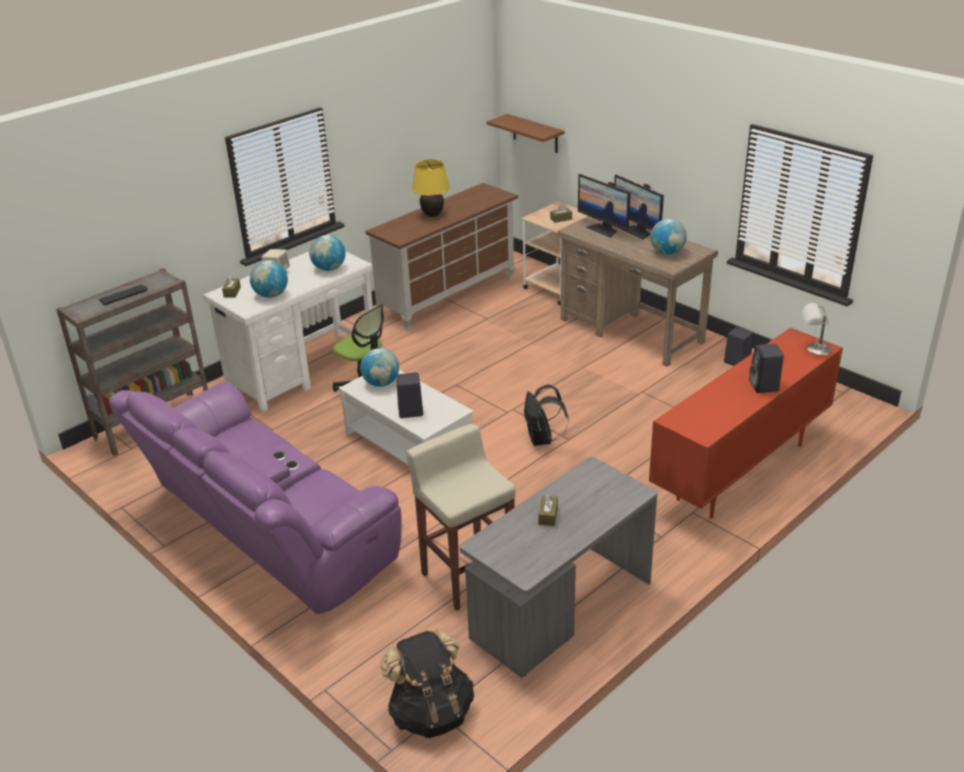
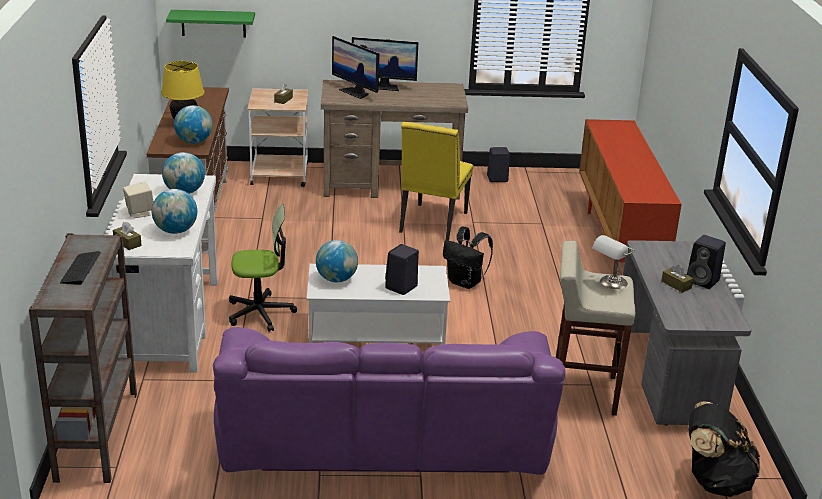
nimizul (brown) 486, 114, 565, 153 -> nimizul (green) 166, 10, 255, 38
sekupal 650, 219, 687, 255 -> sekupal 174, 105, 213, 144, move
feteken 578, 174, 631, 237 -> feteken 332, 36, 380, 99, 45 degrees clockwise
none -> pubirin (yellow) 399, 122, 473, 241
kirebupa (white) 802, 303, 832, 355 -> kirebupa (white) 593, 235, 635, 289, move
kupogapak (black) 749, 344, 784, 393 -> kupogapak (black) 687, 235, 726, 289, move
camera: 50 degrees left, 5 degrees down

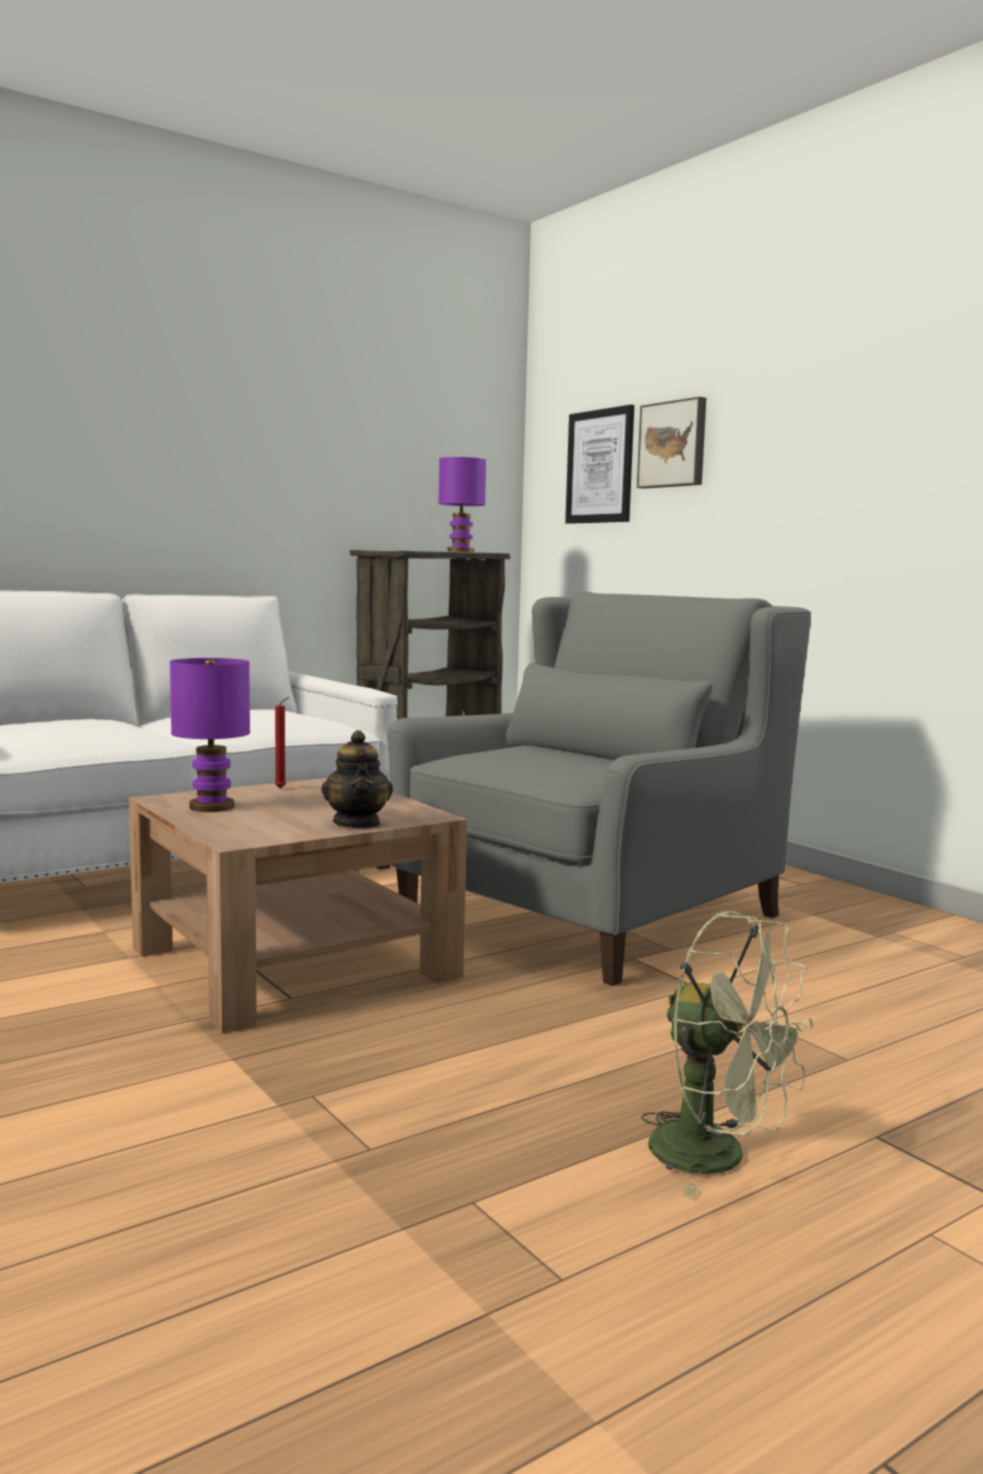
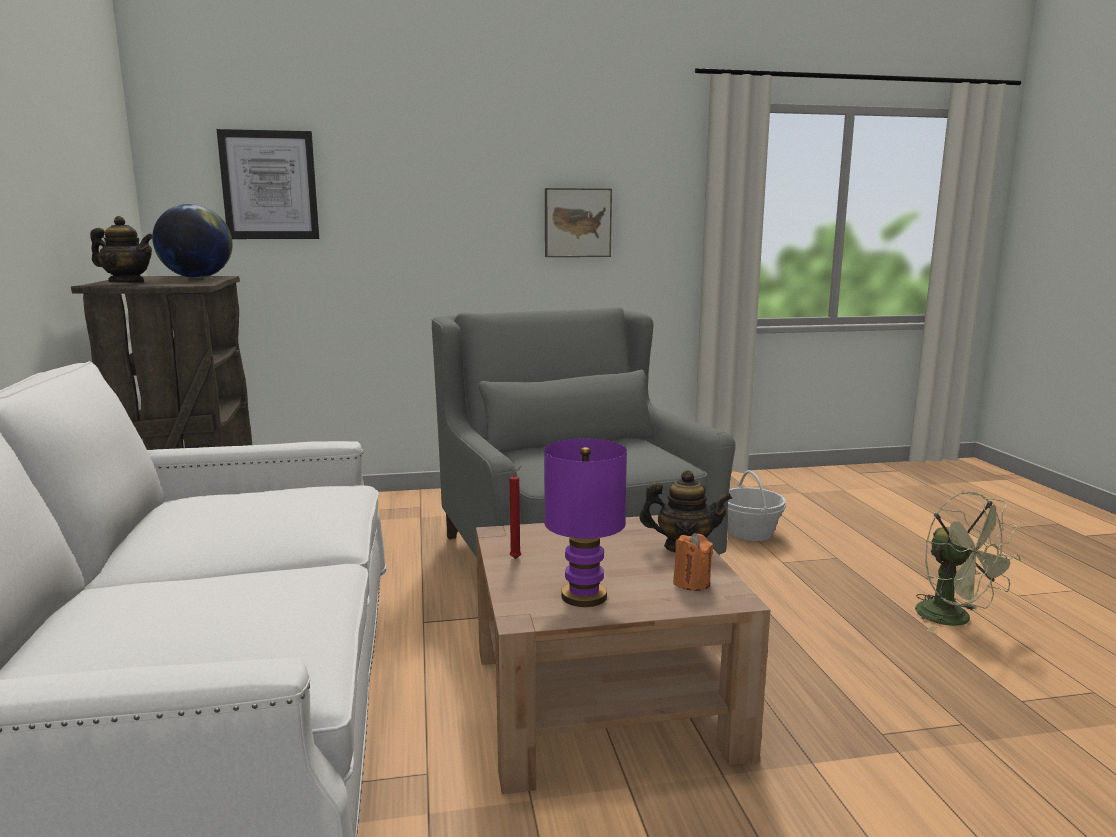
none -> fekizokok 90, 216, 154, 283
kirebupa (purple) 438, 457, 486, 552 -> sekupal 152, 204, 233, 278
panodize 637, 397, 706, 489 -> panodize 545, 188, 612, 257, move
none -> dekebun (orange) 673, 533, 713, 591
none -> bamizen 728, 470, 786, 541
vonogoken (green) 641, 911, 813, 1198 -> vonogoken (green) 915, 491, 1021, 633, 90 degrees clockwise
camera: 65 degrees left, 5 degrees up

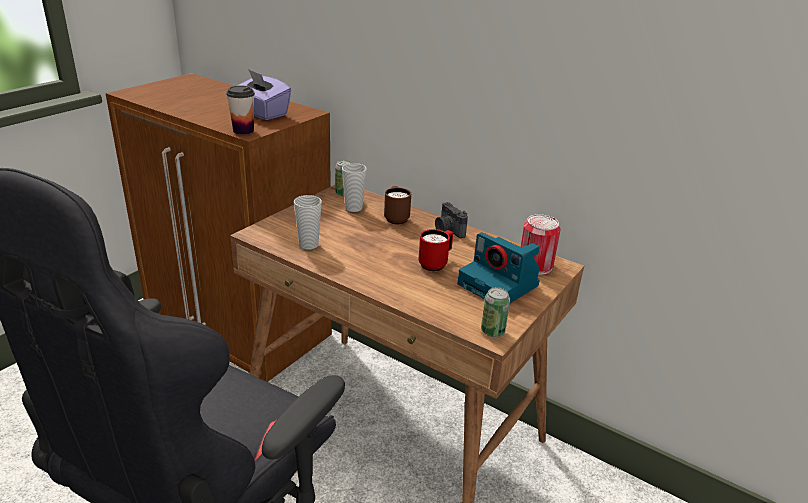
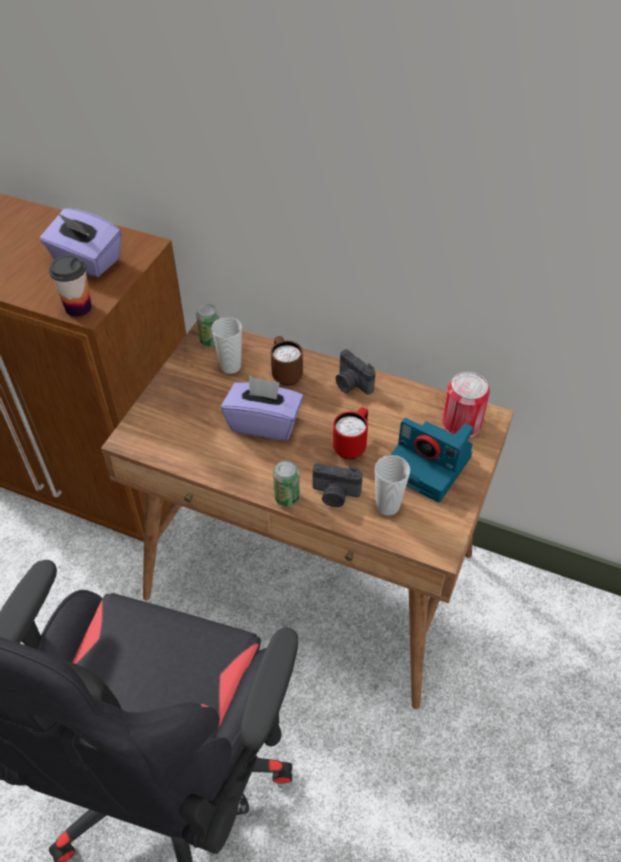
none -> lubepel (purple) 221, 376, 303, 441
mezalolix 481, 287, 510, 337 -> mezalolix 273, 460, 300, 507, move
none -> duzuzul 313, 463, 363, 507
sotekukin 294, 195, 322, 250 -> sotekukin 375, 455, 410, 516, move
camera: 10 degrees left, 20 degrees up

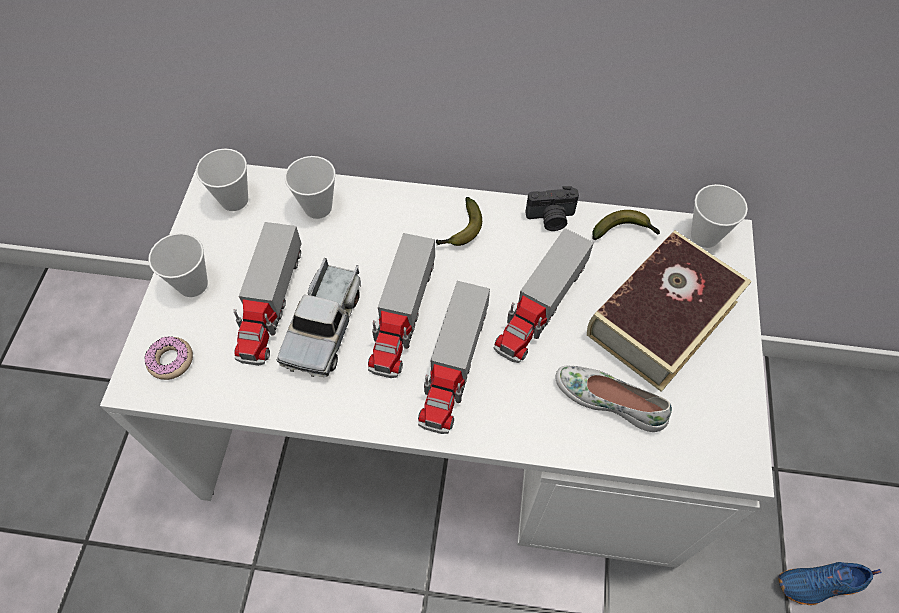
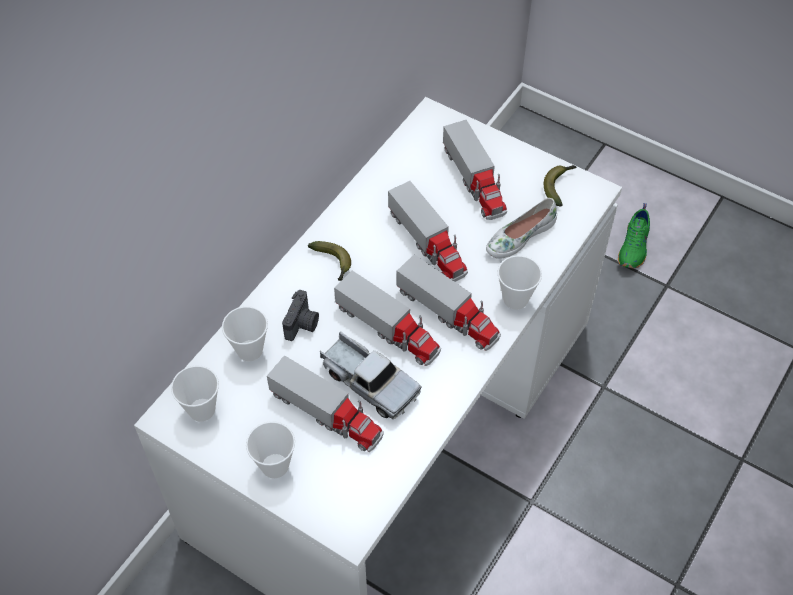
duzuzul 525, 186, 579, 231 -> duzuzul 282, 290, 319, 341, move
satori 587, 230, 752, 392 -> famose 443, 120, 507, 220
sotekukin 691, 184, 748, 248 -> sotekukin 498, 255, 542, 310, move
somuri 592, 210, 660, 240 -> somuri 544, 165, 576, 207, move
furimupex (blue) 778, 562, 882, 605 -> furimupex (green) 618, 203, 650, 268
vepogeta 144, 336, 193, 380 -> none
camera: 65 degrees left, 5 degrees down

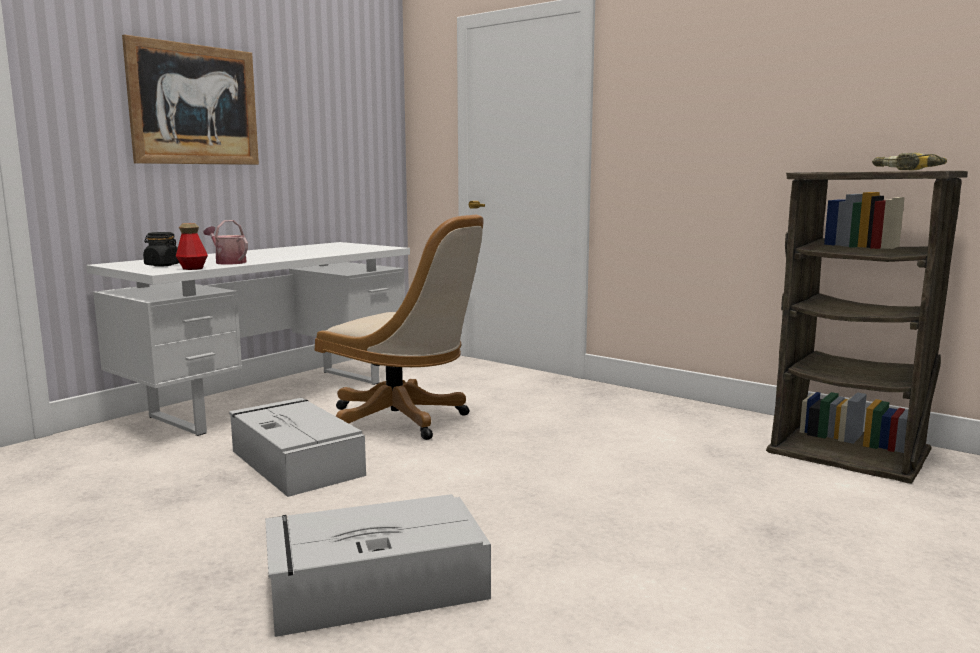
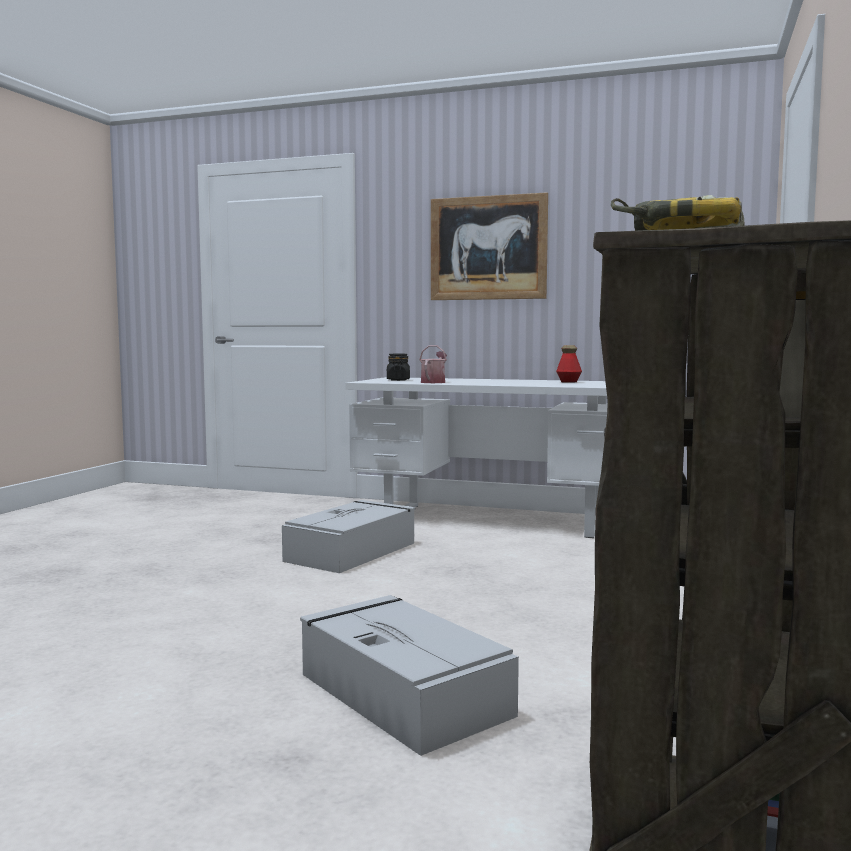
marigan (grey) 265, 494, 491, 637 -> marigan (grey) 300, 595, 519, 756, move
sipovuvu 176, 223, 208, 270 -> sipovuvu 556, 345, 582, 383, move
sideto 315, 215, 484, 440 -> none
camera: 70 degrees right, 5 degrees down

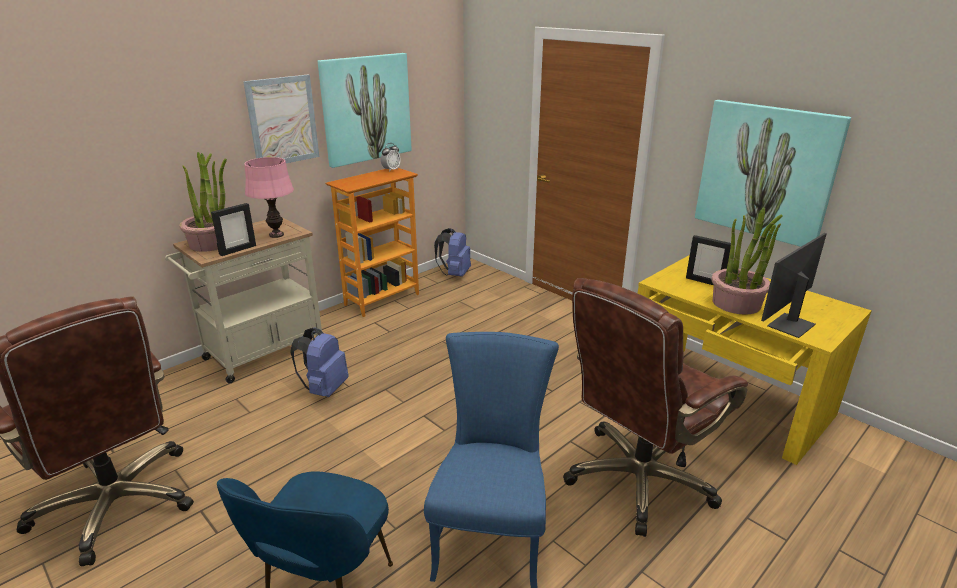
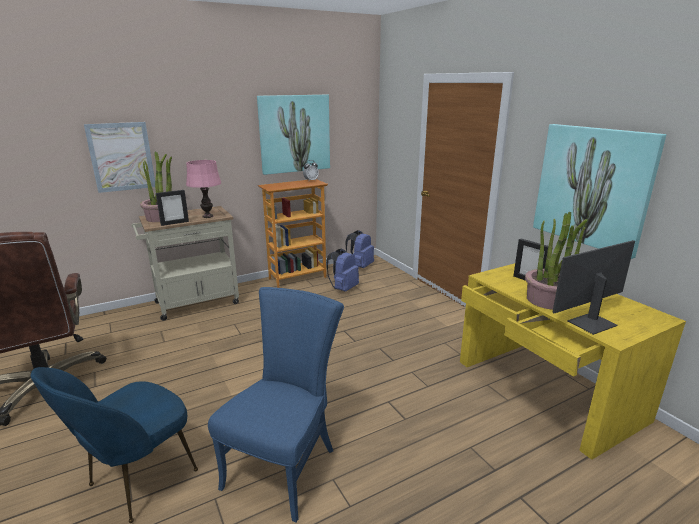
panodize 243, 75, 319, 163 -> panodize 84, 122, 155, 193, move
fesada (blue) 290, 328, 349, 397 -> fesada (blue) 326, 249, 359, 292, move
sideto (brown) 563, 278, 748, 537 -> none
camera: 15 degrees right, 5 degrees down

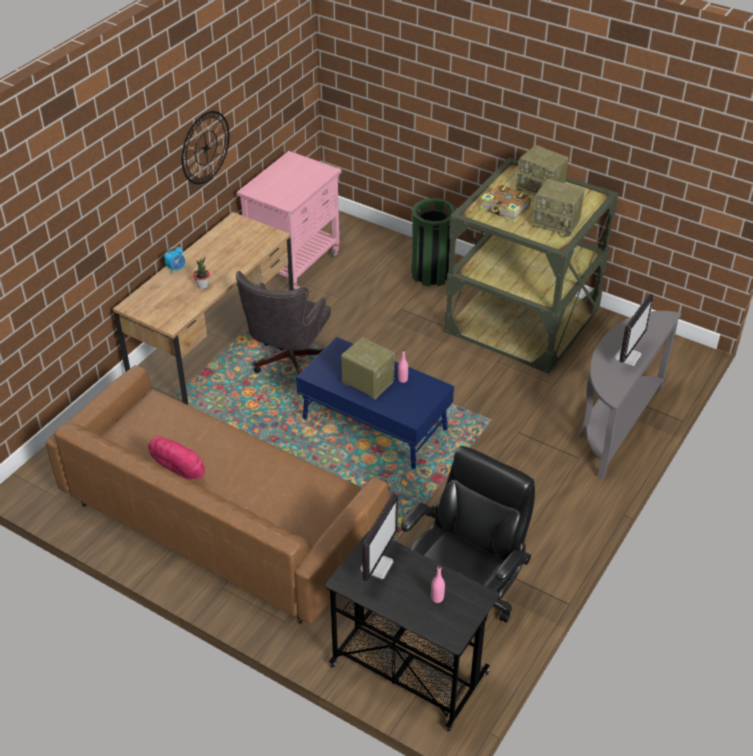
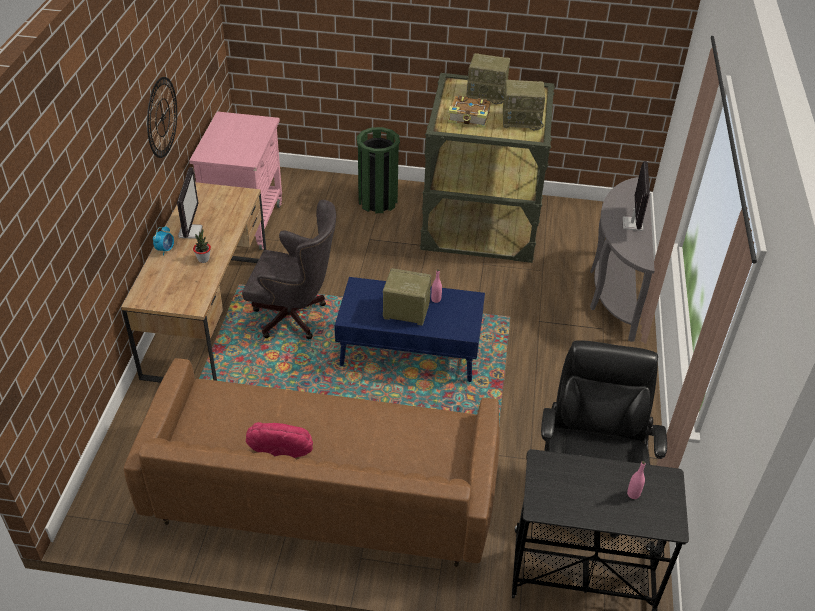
feteken 360, 493, 398, 581 -> feteken 177, 167, 203, 239, move
sideto (grey) 236, 271, 331, 375 -> sideto (grey) 242, 200, 336, 339, 75 degrees counterclockwise
camera: 25 degrees left, 0 degrees up

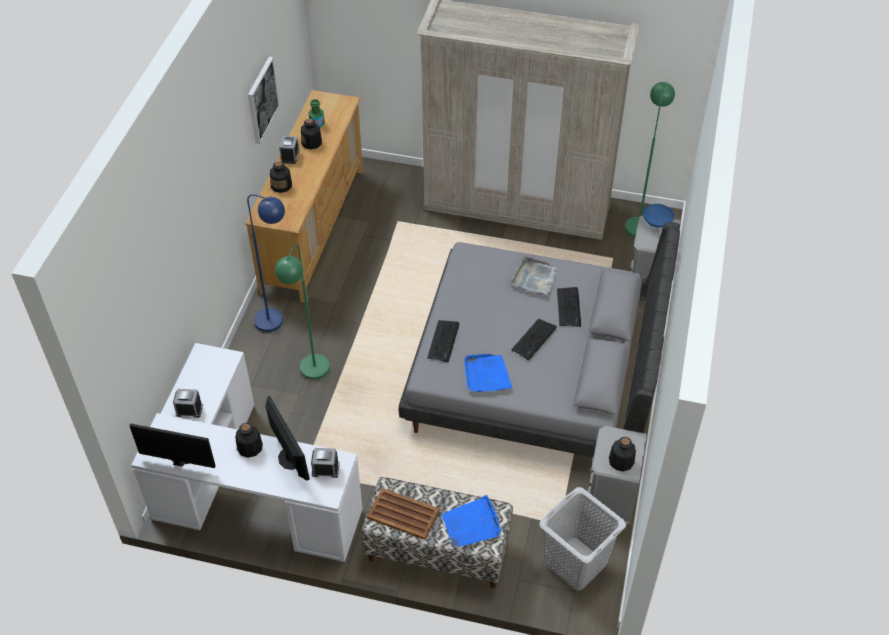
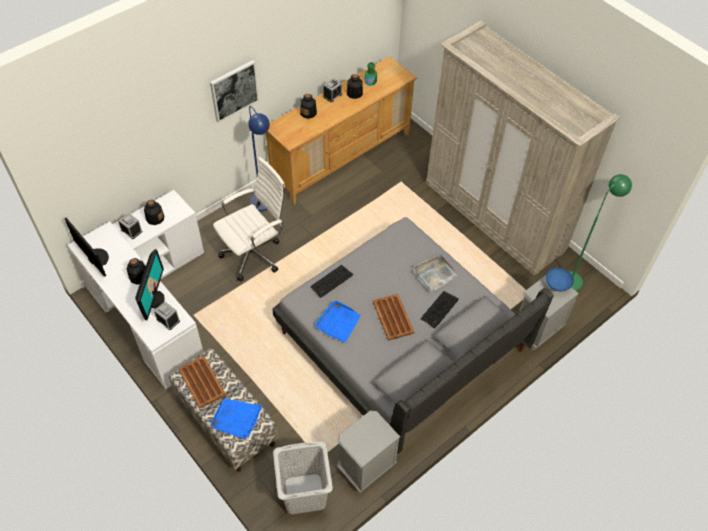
sipovuvu 609, 437, 636, 472 -> sipovuvu 144, 200, 164, 225, move
panodize 248, 57, 280, 144 -> panodize 210, 60, 259, 123, move
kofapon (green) 275, 245, 330, 380 -> sideto (white) 213, 157, 285, 281
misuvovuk 511, 319, 557, 360 -> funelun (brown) 373, 294, 414, 341
camera: 35 degrees right, 5 degrees up

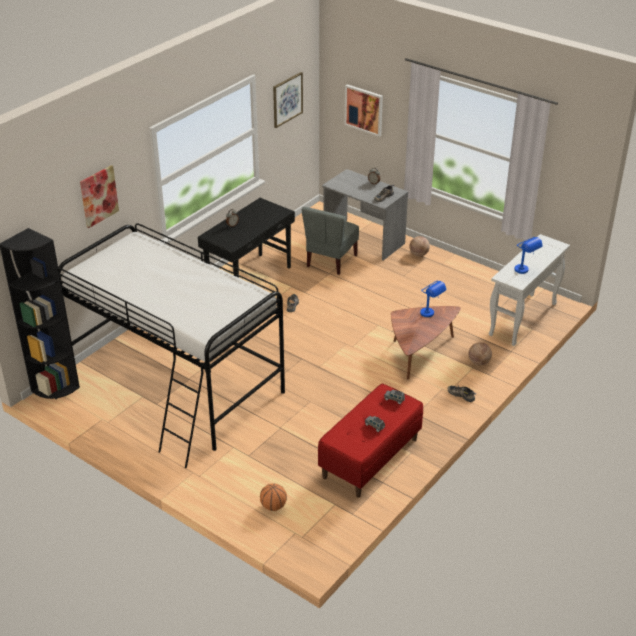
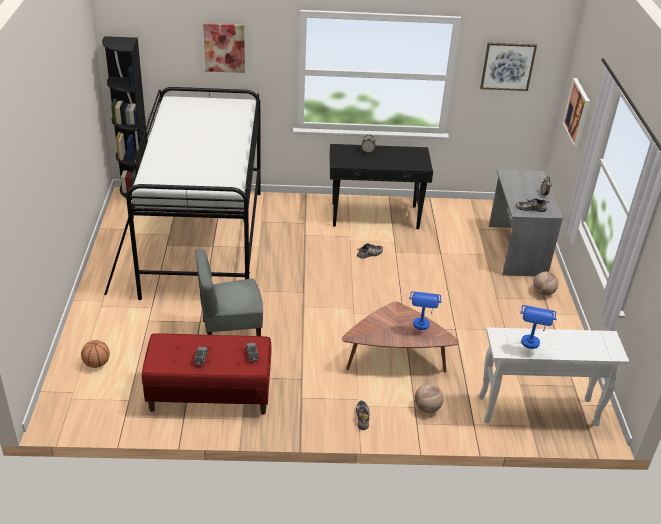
pubirin (grey) 302, 207, 359, 275 -> pubirin (grey) 195, 249, 263, 336, move
camera: 50 degrees right, 0 degrees up

